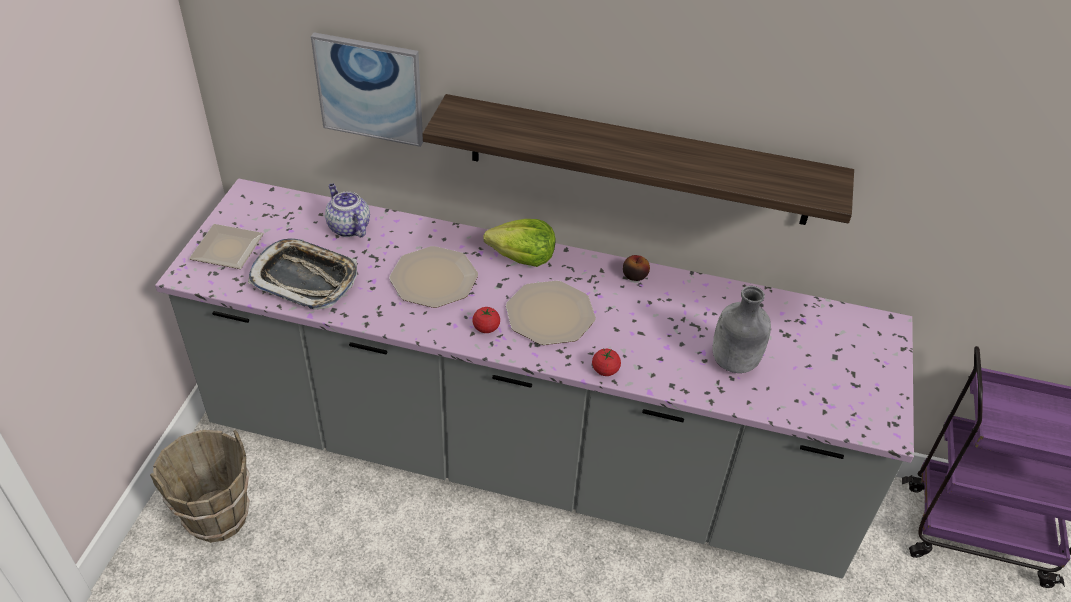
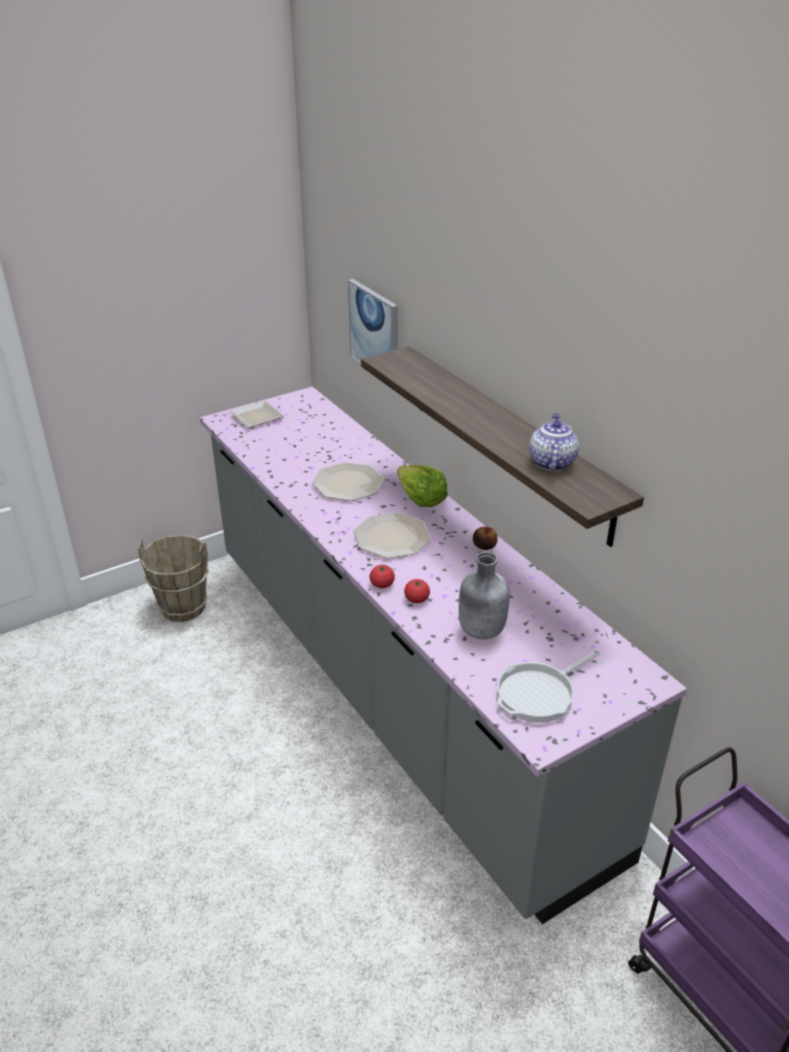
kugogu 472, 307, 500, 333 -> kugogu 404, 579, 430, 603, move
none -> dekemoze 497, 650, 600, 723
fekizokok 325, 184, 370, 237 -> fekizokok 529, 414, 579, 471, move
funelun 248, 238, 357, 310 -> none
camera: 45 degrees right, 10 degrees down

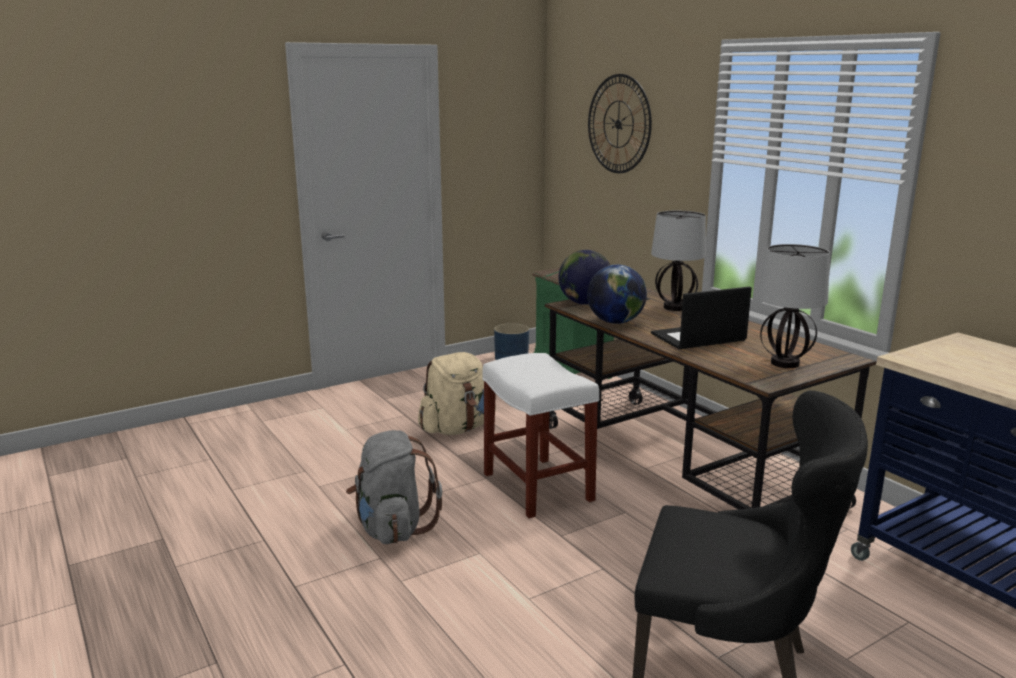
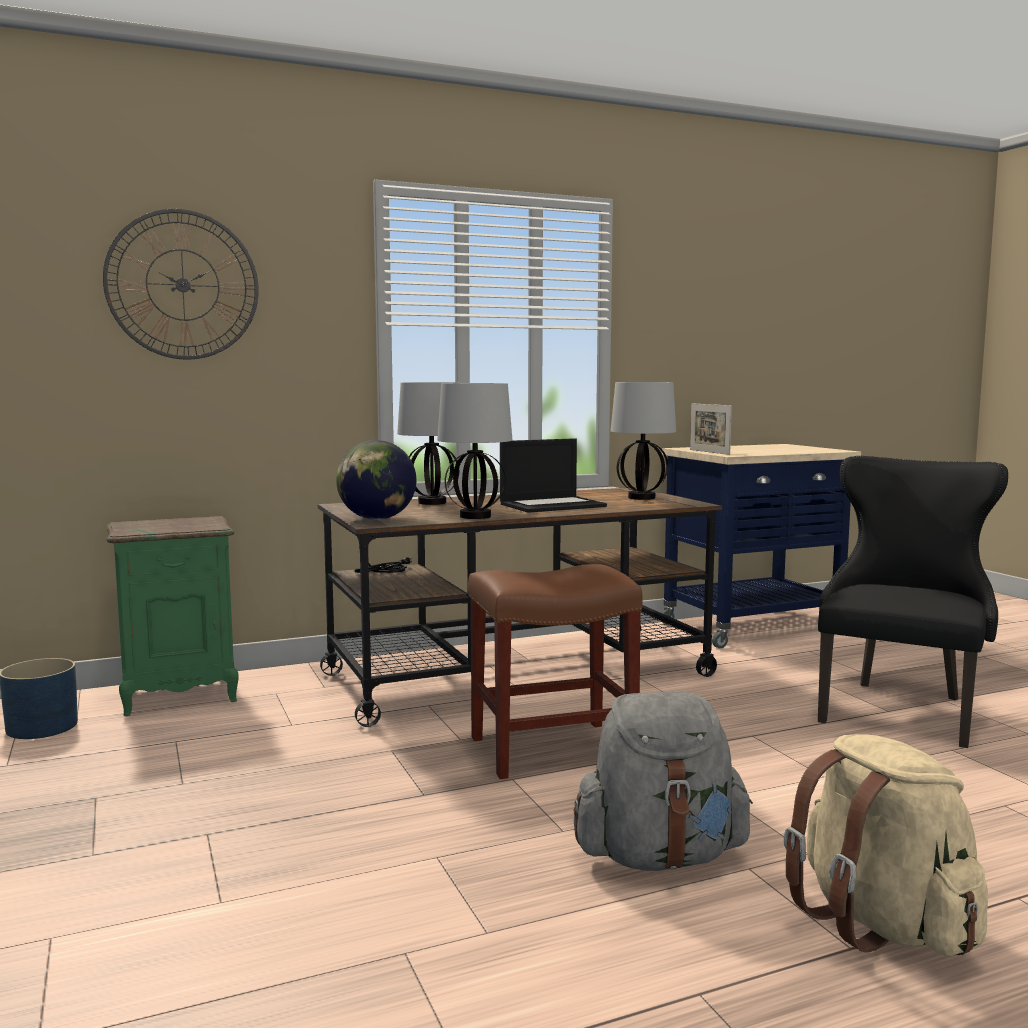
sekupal 587, 265, 647, 324 -> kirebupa 437, 383, 512, 519
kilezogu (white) 482, 353, 600, 518 -> kilezogu (brown) 468, 564, 643, 779
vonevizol 651, 287, 752, 349 -> vonevizol 500, 438, 607, 513, 105 degrees counterclockwise
none -> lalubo 690, 403, 732, 455
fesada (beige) 418, 352, 496, 435 -> fesada (beige) 784, 734, 988, 956, move
camera: 80 degrees left, 10 degrees down

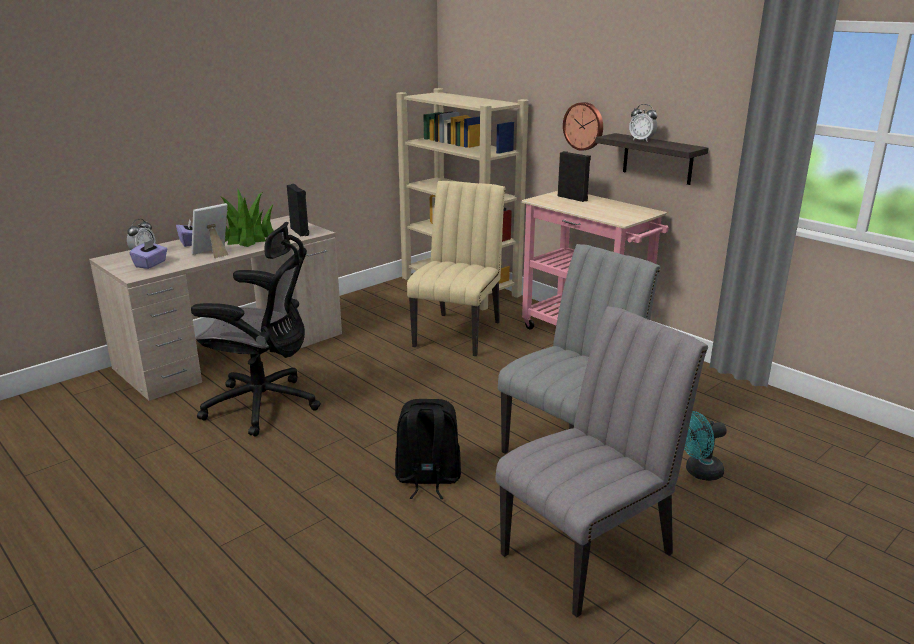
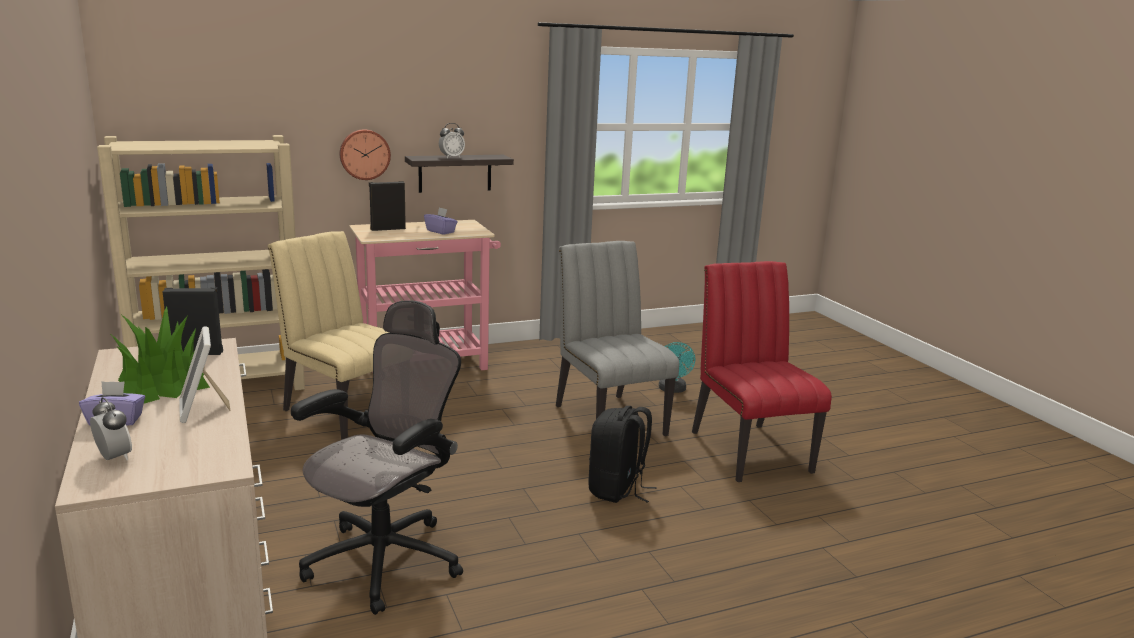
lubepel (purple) 129, 239, 167, 269 -> lubepel (purple) 424, 207, 458, 234, move
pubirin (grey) 495, 306, 708, 617 -> pubirin (red) 692, 261, 832, 482
camera: 70 degrees left, 5 degrees down

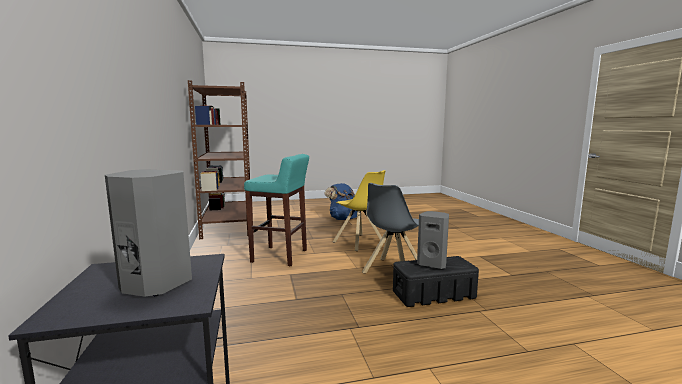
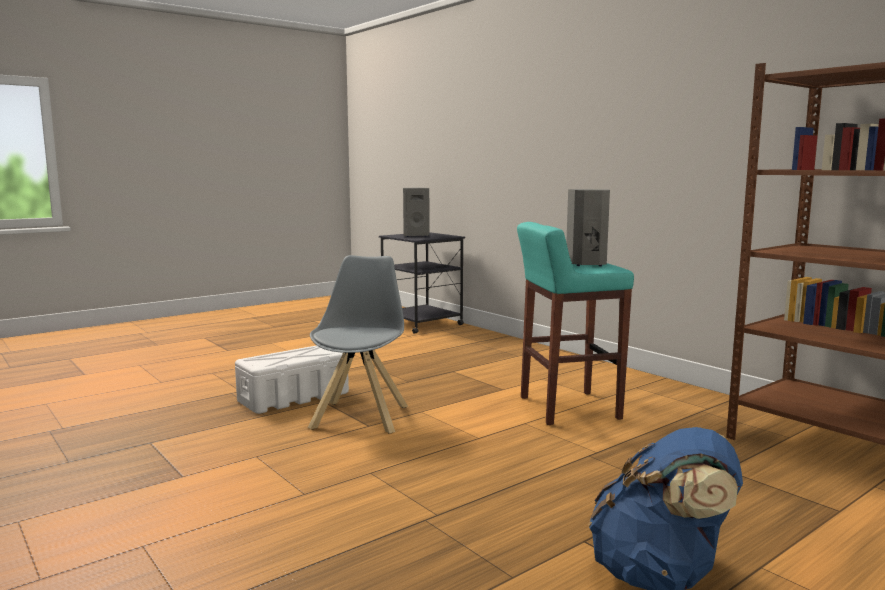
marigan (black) 393, 256, 479, 307 -> marigan (white) 235, 345, 349, 414
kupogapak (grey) 417, 211, 449, 269 -> kupogapak (grey) 566, 189, 610, 266, move
pubirin (yellow) 333, 170, 385, 251 -> none
camera: 155 degrees right, 0 degrees up

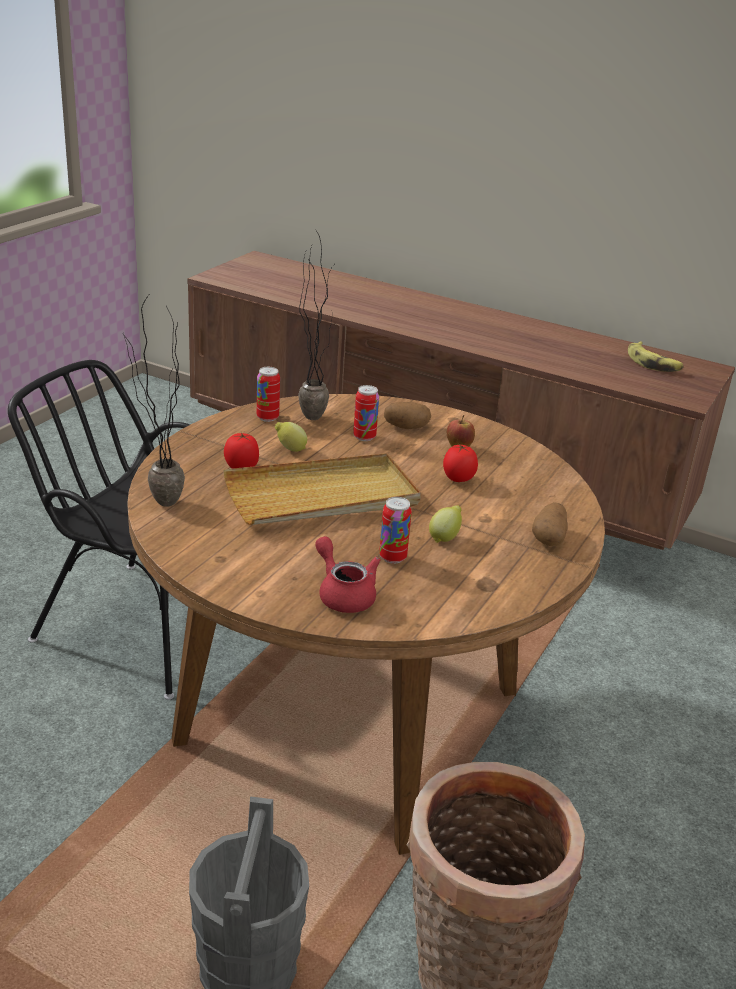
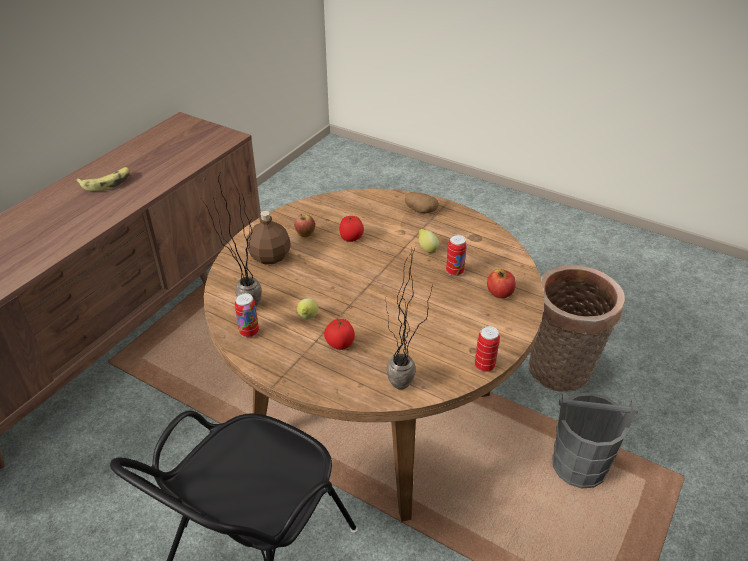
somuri 628, 341, 684, 372 -> somuri 76, 167, 129, 191, move
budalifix 384, 402, 431, 429 -> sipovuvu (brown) 247, 211, 291, 264
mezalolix 353, 385, 379, 441 -> mezalolix 475, 326, 500, 372, move
fekizokok (red) 315, 536, 380, 613 -> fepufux 487, 269, 516, 298
funelun (beige) 223, 453, 421, 525 -> none
camera: 85 degrees left, 10 degrees up

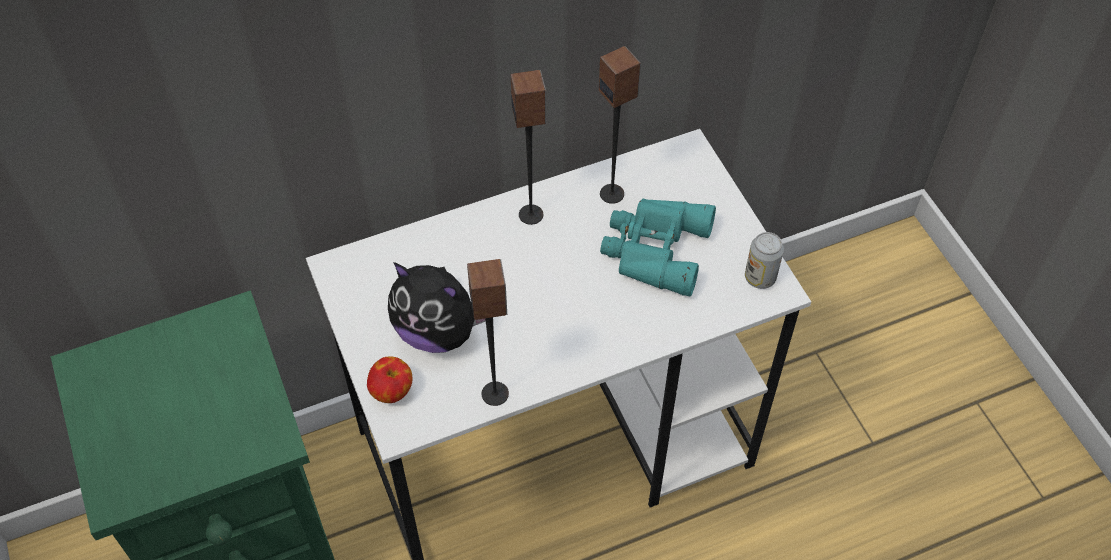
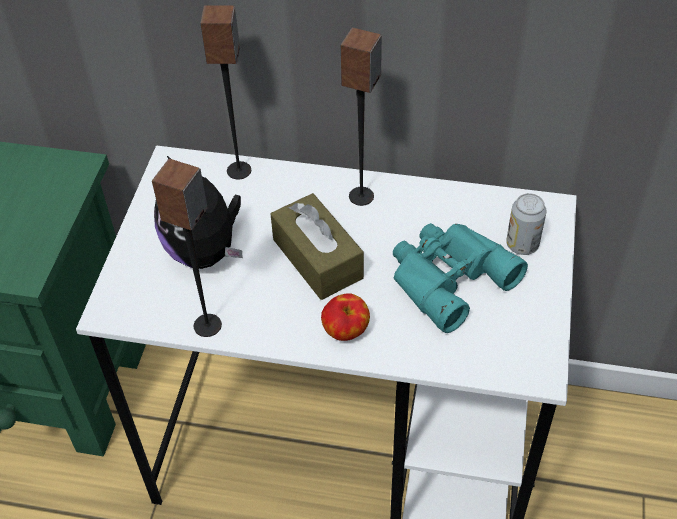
kupogapak 599, 46, 641, 204 -> kupogapak 200, 5, 251, 179, move
none -> lubepel (brown) 271, 193, 364, 300
fepufux 367, 357, 413, 403 -> fepufux 321, 293, 370, 341, move
mezalolix 745, 232, 784, 289 -> mezalolix 506, 193, 547, 255, move
camera: 35 degrees right, 5 degrees down

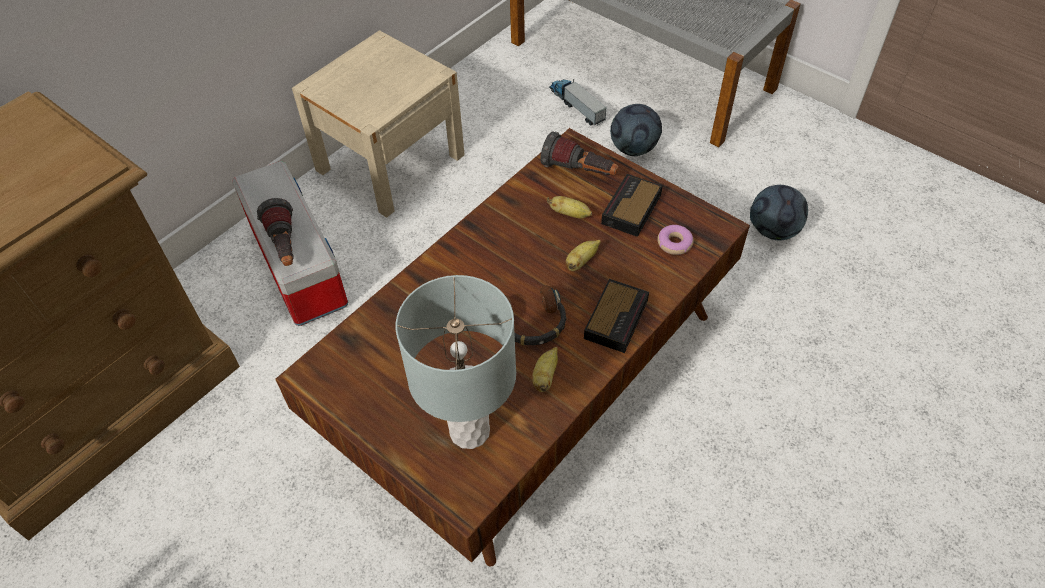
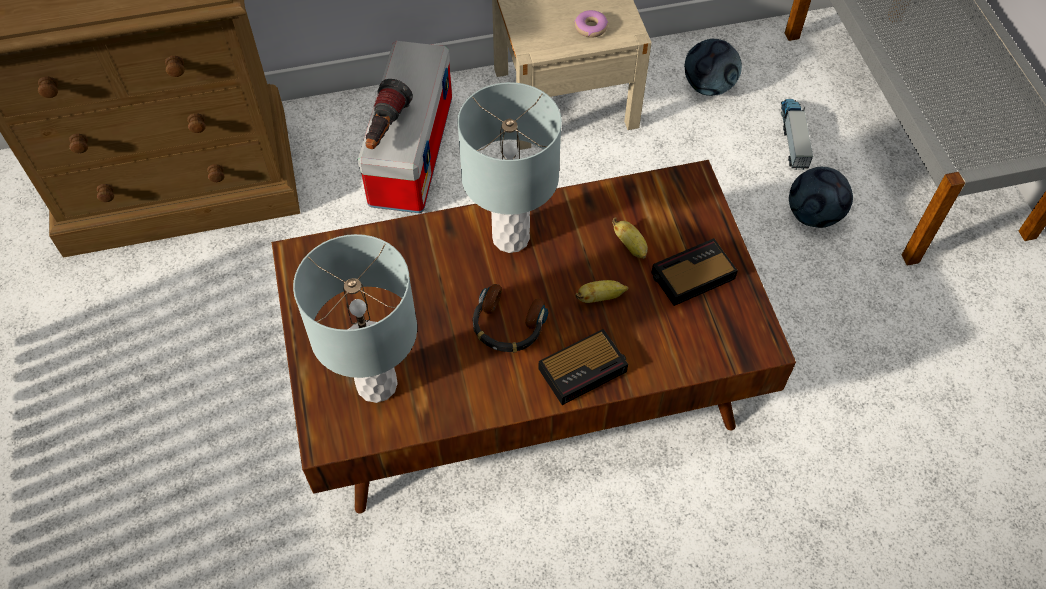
none -> kirebupa (grey) 457, 82, 562, 253
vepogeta 658, 225, 694, 255 -> vepogeta 574, 10, 608, 38, move
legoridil 750, 185, 808, 240 -> legoridil 684, 39, 742, 96, move
somuri 532, 347, 558, 392 -> none
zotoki 540, 131, 619, 175 -> none
camera: 35 degrees right, 5 degrees up

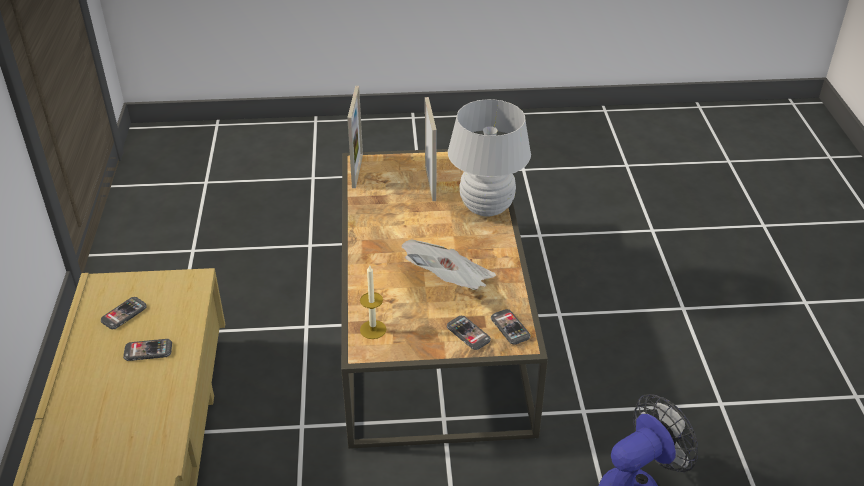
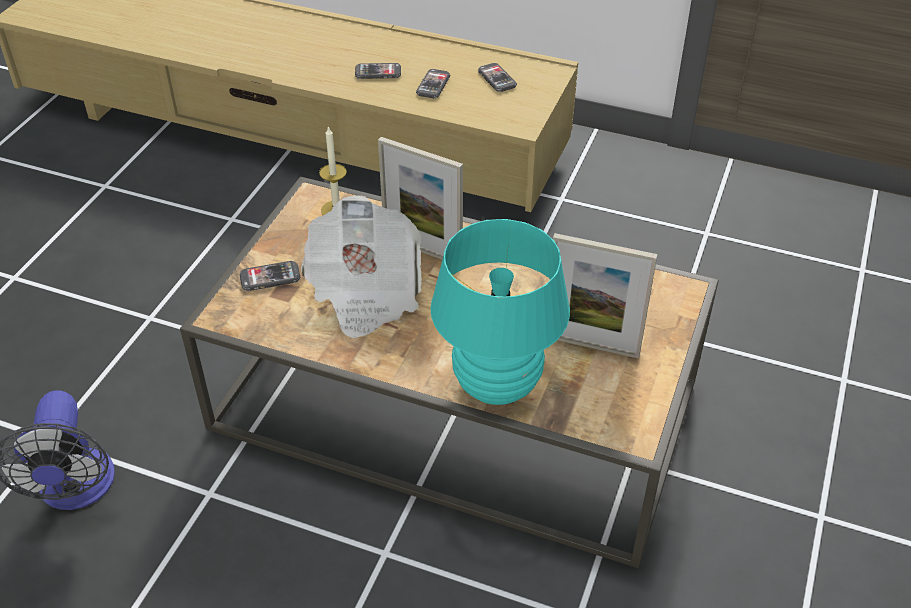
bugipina 491, 309, 531, 345 -> bugipina 355, 63, 401, 79, move
lalubo 347, 86, 363, 188 -> lalubo 378, 137, 463, 260, move
kirebupa (white) 448, 99, 531, 217 -> kirebupa (turquoise) 430, 219, 570, 405
camera: 115 degrees right, 5 degrees up

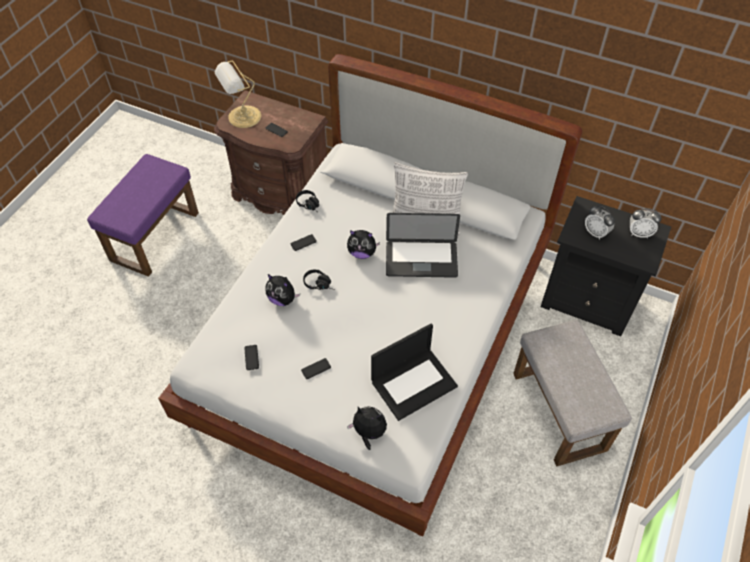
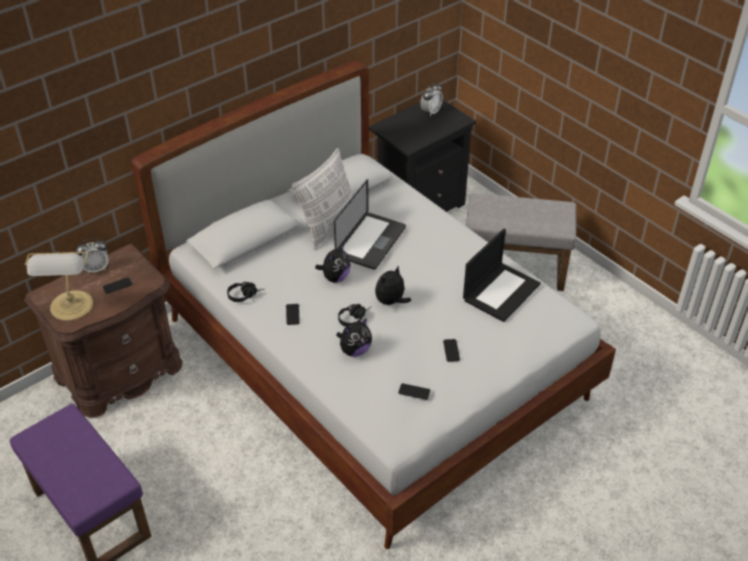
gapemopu 585, 206, 615, 240 -> gapemopu 76, 238, 109, 274, move
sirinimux 347, 406, 387, 450 -> sirinimux 375, 266, 411, 306, move
vonevizol 371, 323, 458, 421 -> vonevizol 463, 228, 541, 322, 45 degrees clockwise
camera: 65 degrees left, 10 degrees down

